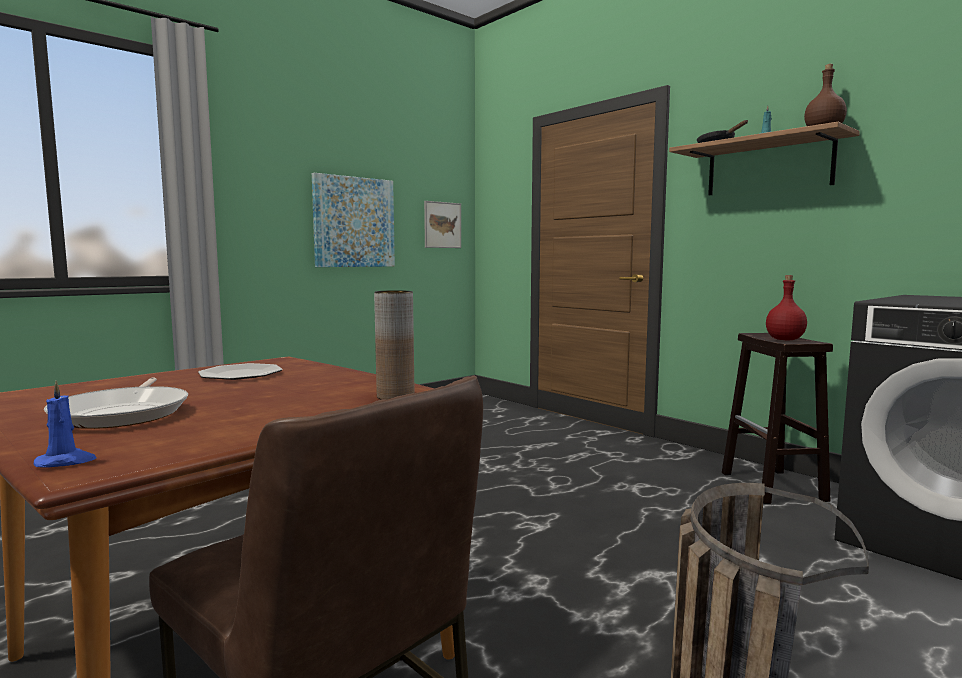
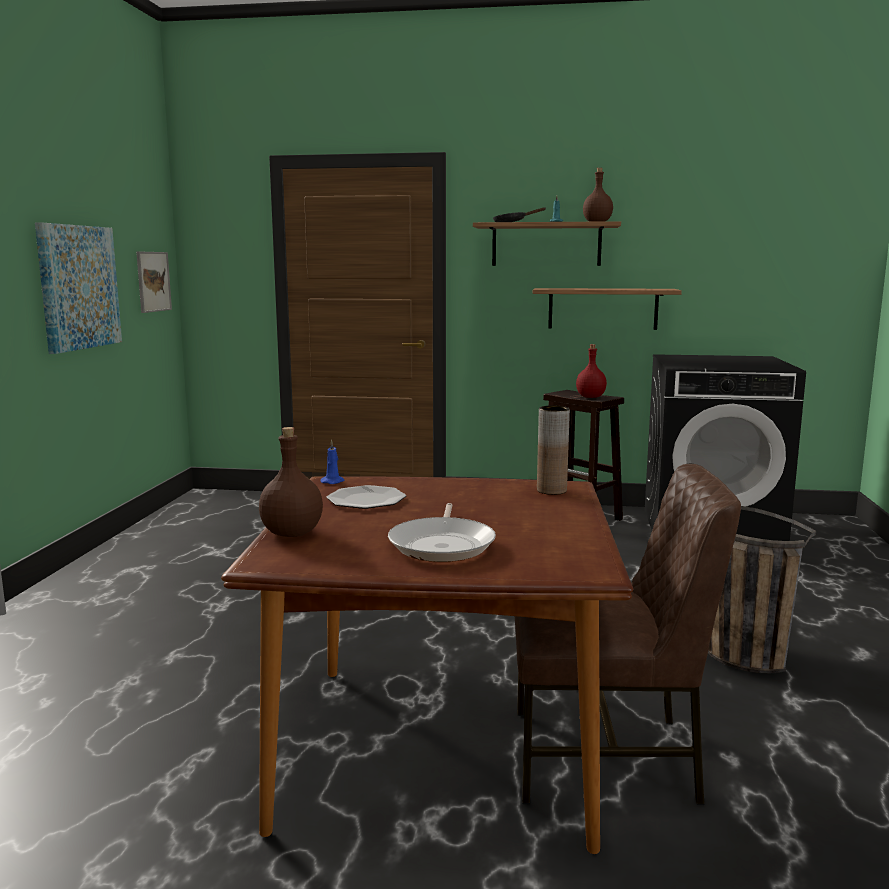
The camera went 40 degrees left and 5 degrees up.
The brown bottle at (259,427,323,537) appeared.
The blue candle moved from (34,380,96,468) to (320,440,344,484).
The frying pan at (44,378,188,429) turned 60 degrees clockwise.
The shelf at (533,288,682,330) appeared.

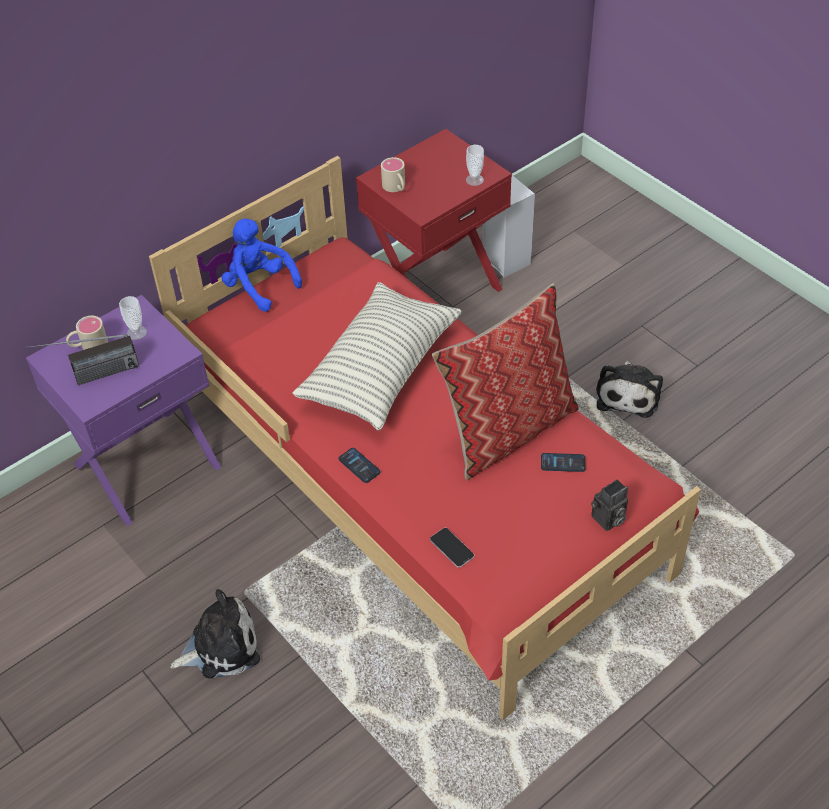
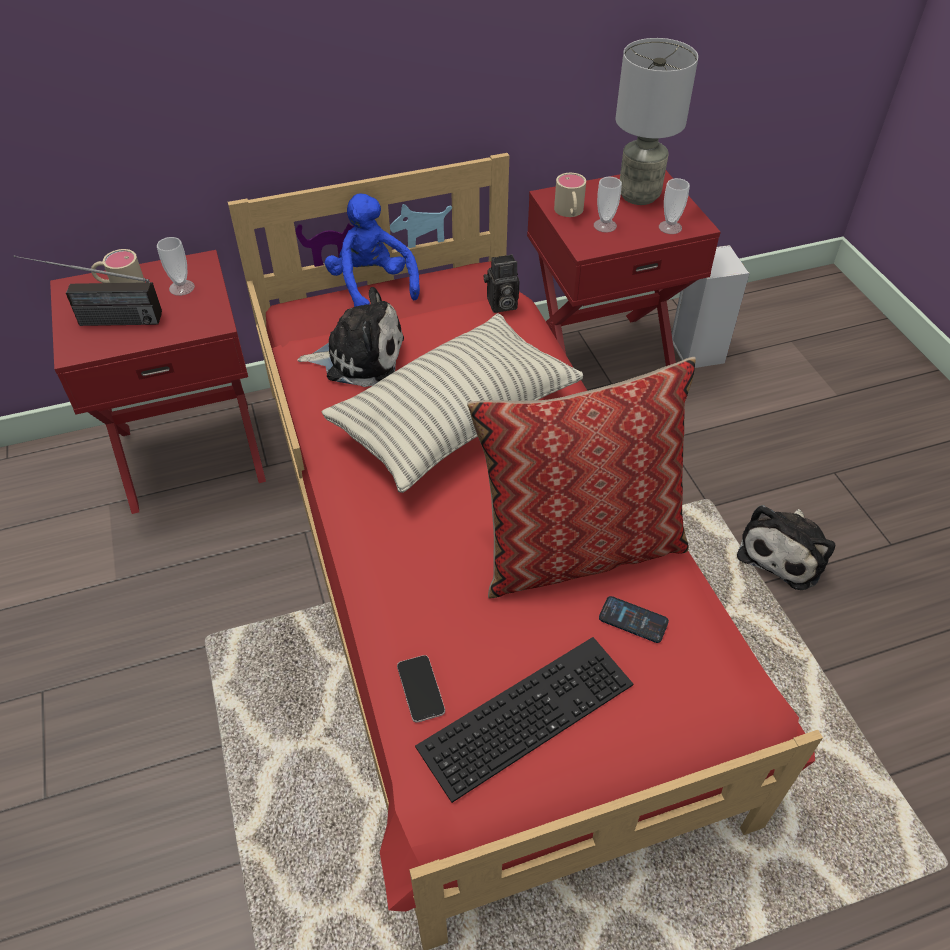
The camera went 20 degrees right and 0 degrees up.
The purple nightstand at (26,295,221,526) became the red nightstand at (50,250,266,514).
The plush toy moved from (170,589,260,678) to (297,287,404,387).
The keyboard at (415,637,633,803) appeared.
The photo camera moved from (591,479,628,531) to (484,254,519,313).
The cup at (594,177,622,232) appeared.
The grey table lamp at (616,38,698,205) appeared.
The phone at (338,448,380,483) disappeared.

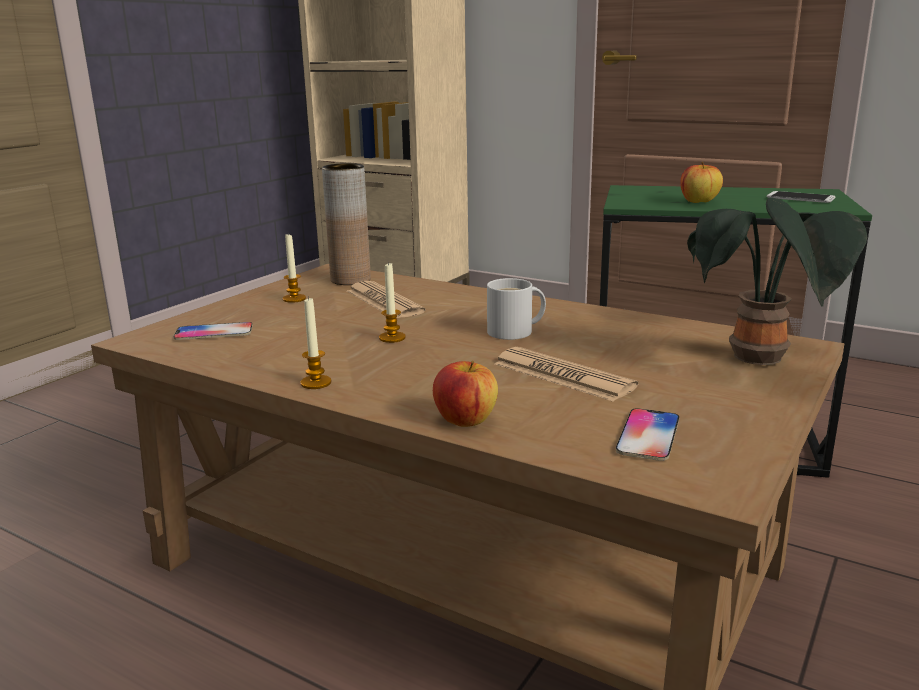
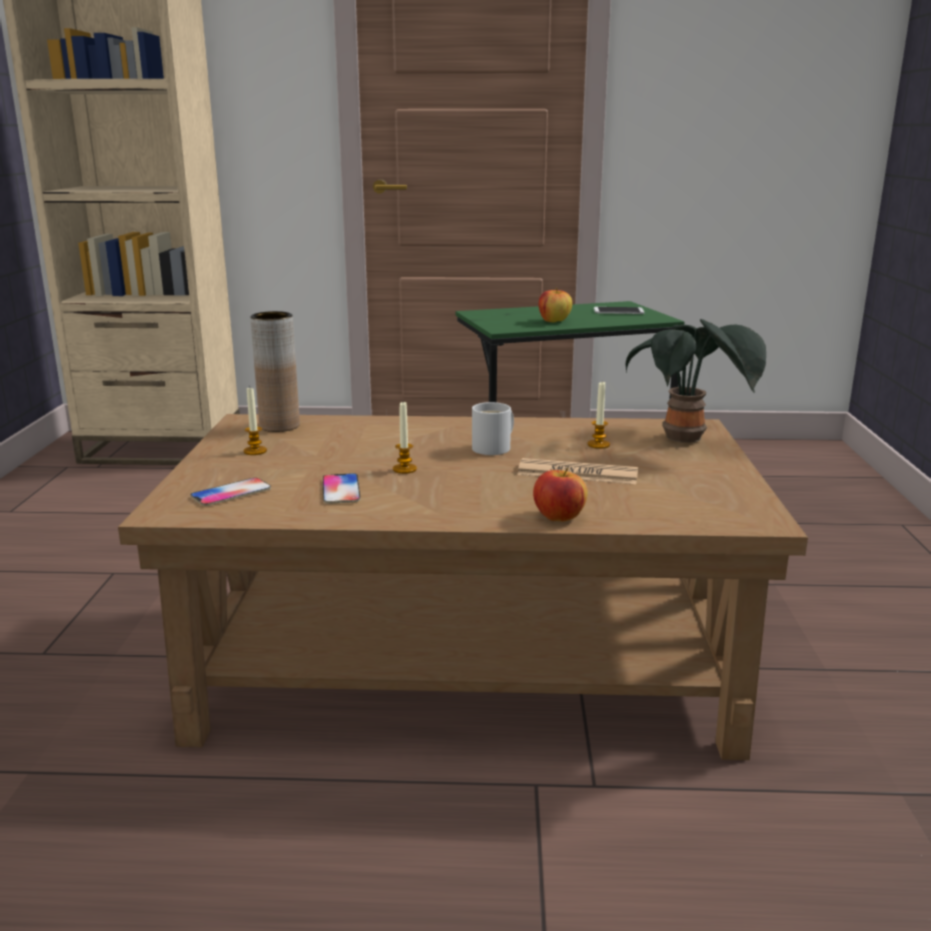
The camera went 30 degrees left and 0 degrees up.
The phone moved from (616,408,679,461) to (323,473,360,504).
The candle moved from (301,296,331,389) to (588,382,610,449).
The newspaper at (347,281,426,318) disappeared.

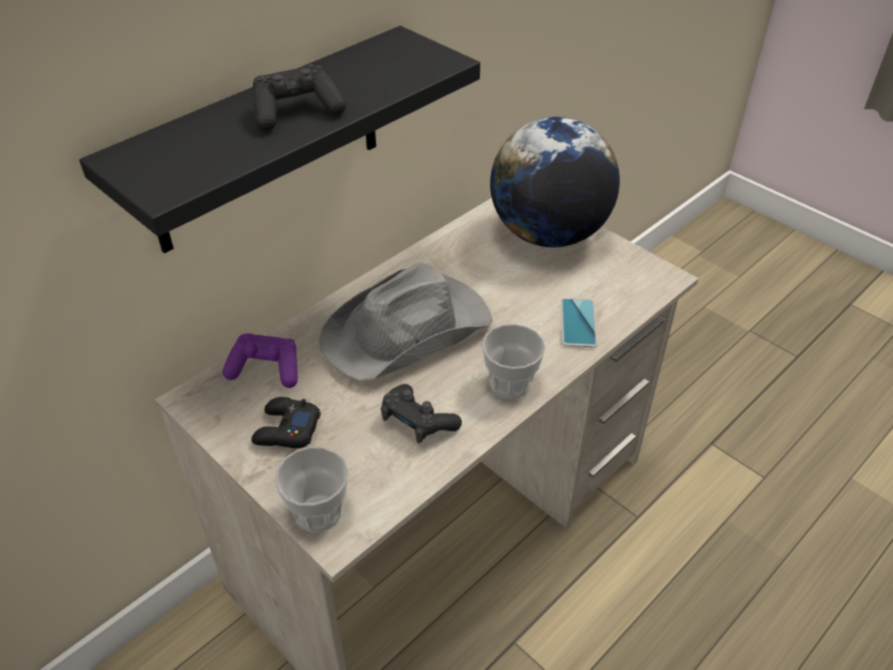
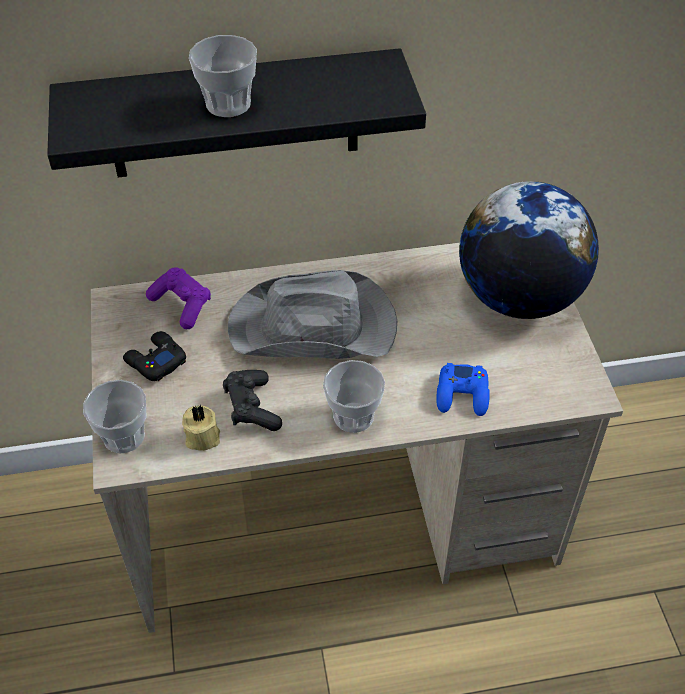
The camera went 35 degrees right and 5 degrees up.
The beige candle at (182,405,220,451) appeared.
The black game controller at (253,65,346,131) was replaced by the cup at (189,35,257,117).
The phone at (561,298,597,347) was replaced by the blue game controller at (436,363,490,416).

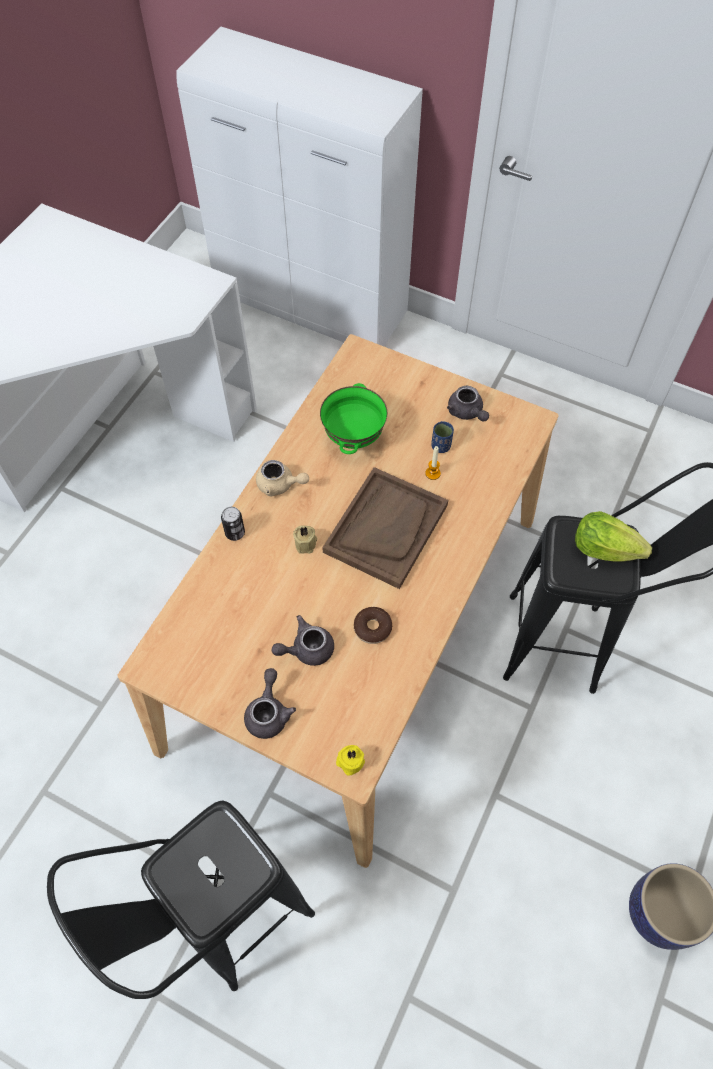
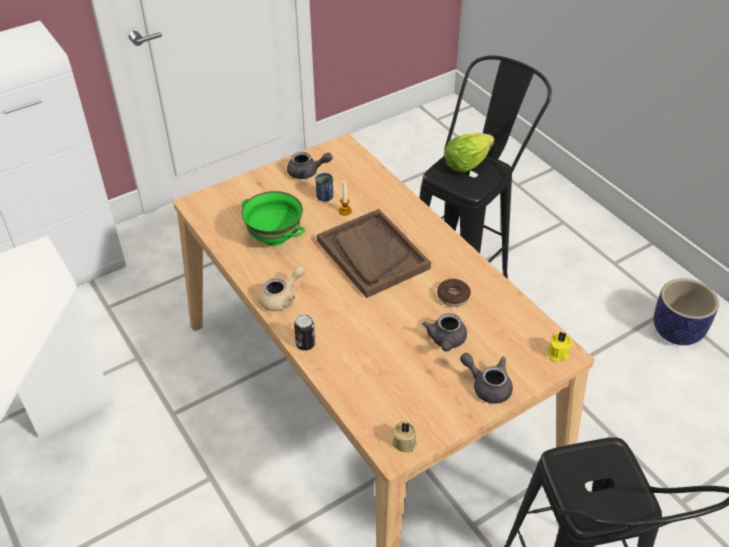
The camera went 60 degrees left and 15 degrees down.
The beige candle moved from (293,526,317,554) to (392,421,417,453).

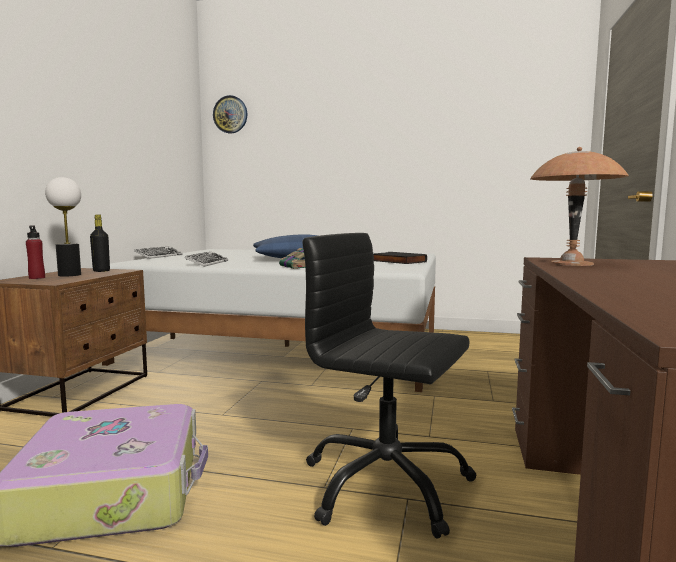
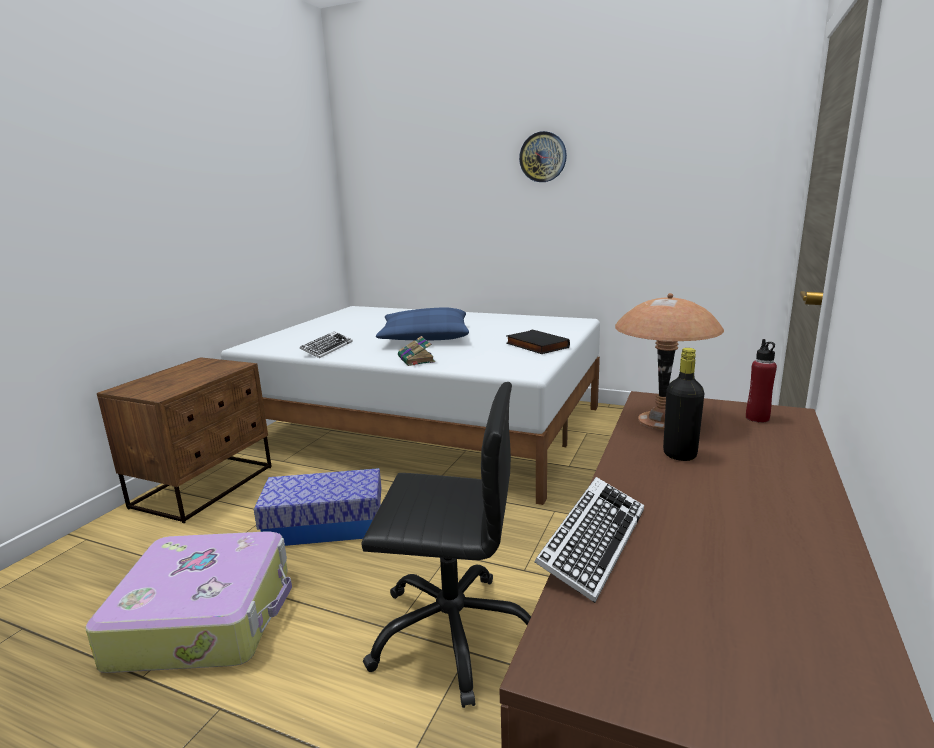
The camera went 10 degrees right and 10 degrees up.
The storage box at (254,468,381,546) appeared.
The black office chair at (302,233,476,539) turned 150 degrees clockwise.
The wall clock moved from (213,95,247,134) to (519,131,567,182).
The keyboard moved from (134,246,183,259) to (534,477,644,603).
The black bottle moved from (90,215,110,272) to (663,348,704,461).
The red bottle moved from (26,226,45,279) to (746,339,777,423).
The table lamp at (45,177,81,277) disappeared.

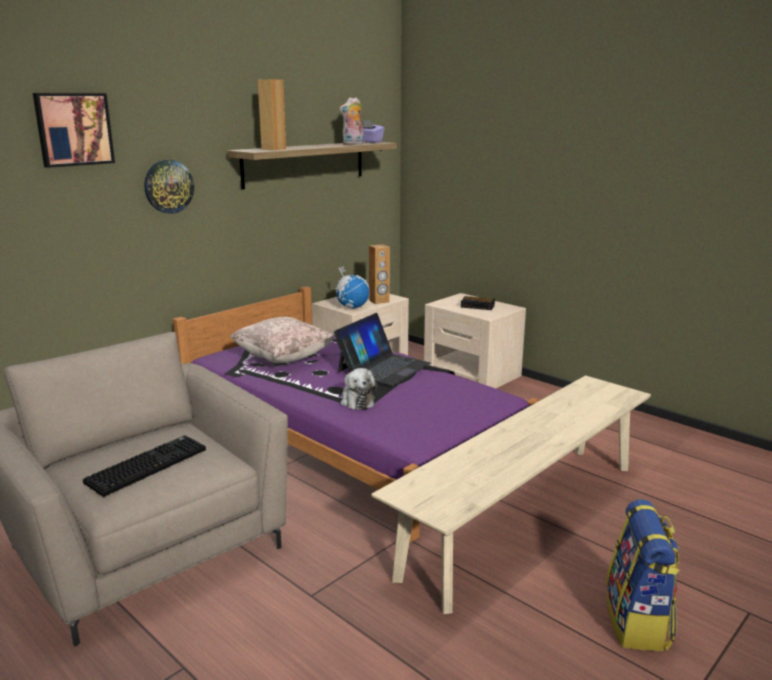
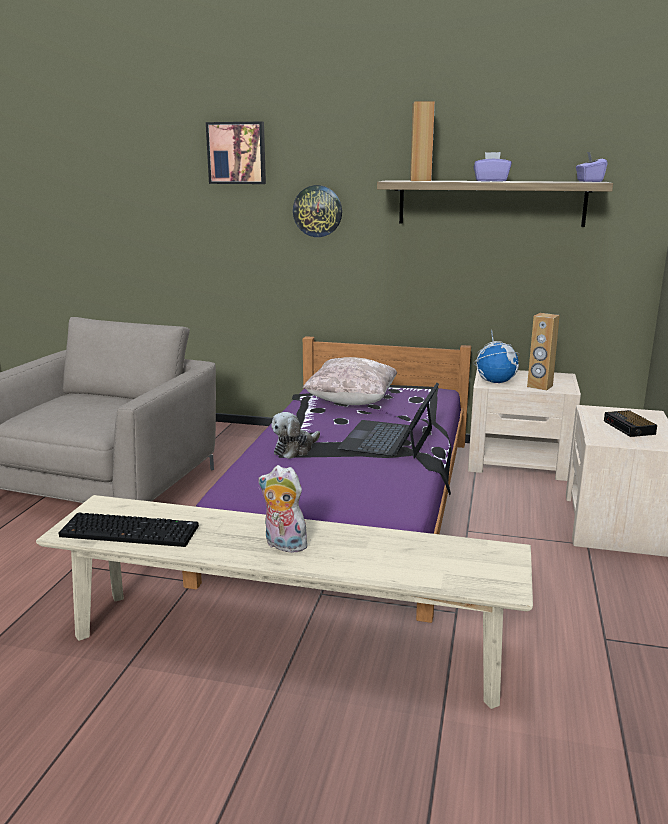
The camera went 60 degrees right and 0 degrees up.
The keyboard moved from (83,435,206,497) to (58,512,199,547).
The plush toy moved from (339,97,364,145) to (259,465,308,553).
The laptop at (334,313,431,386) turned 105 degrees clockwise.
The purple tissue box at (474,152,512,182) appeared.
The backpack at (606,499,680,652) disappeared.

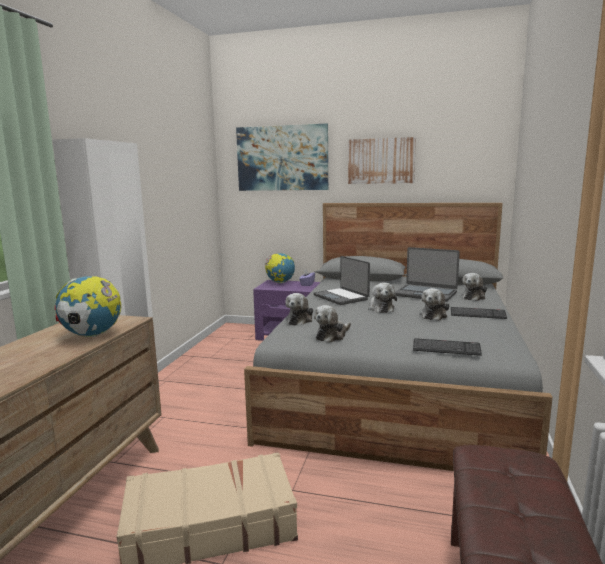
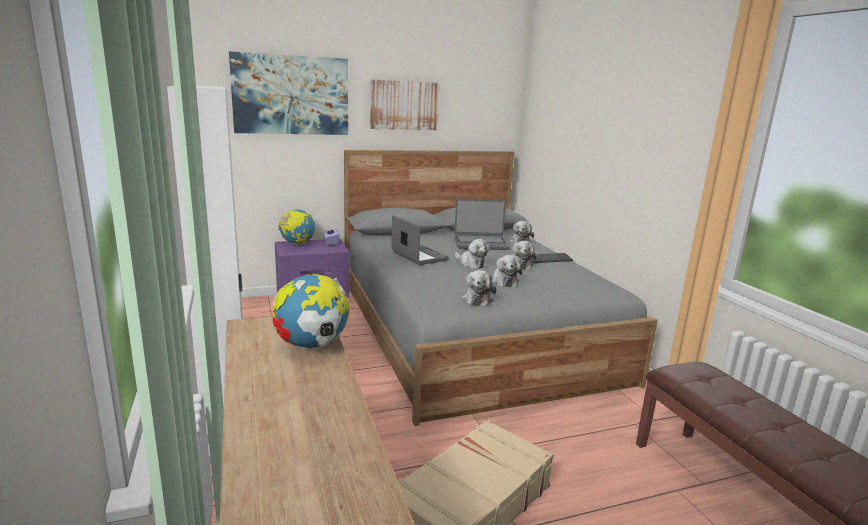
The camera went 35 degrees left and 5 degrees up.
The laptop at (314,256,370,305) turned 150 degrees counterclockwise.
The plush toy moved from (285,293,313,326) to (492,255,522,287).
The keyboard at (413,338,482,356) disappeared.

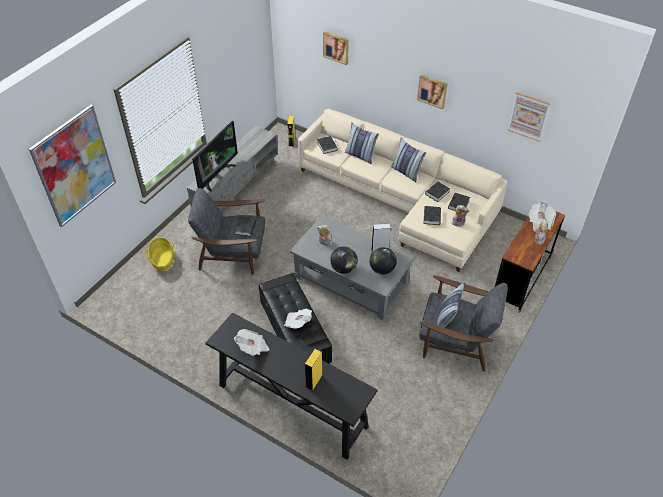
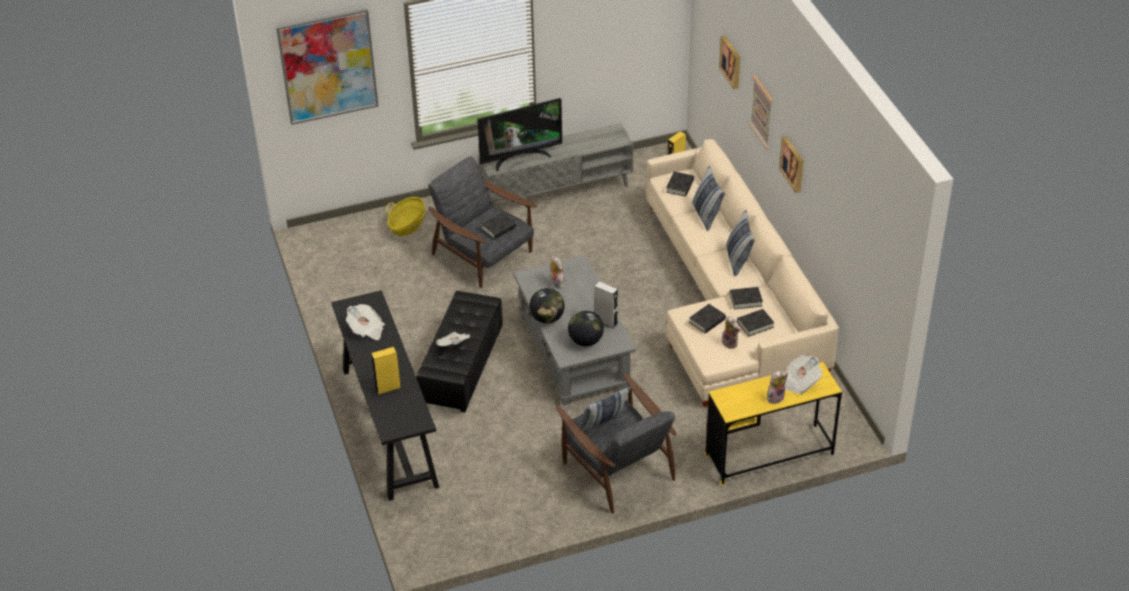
The camera went 40 degrees right and 5 degrees down.
The brown desk at (495,212,565,313) became the yellow desk at (704,362,842,485).
The picture moved from (508,92,551,142) to (749,75,774,150).

